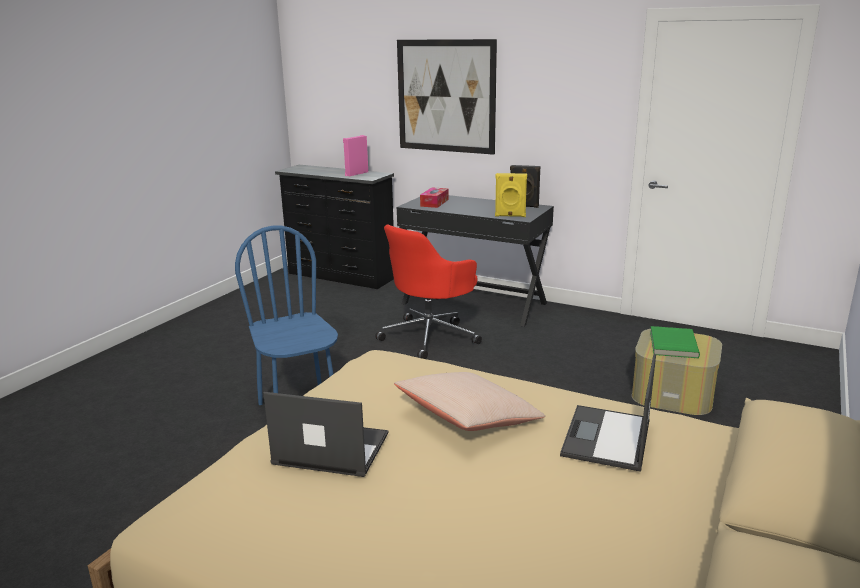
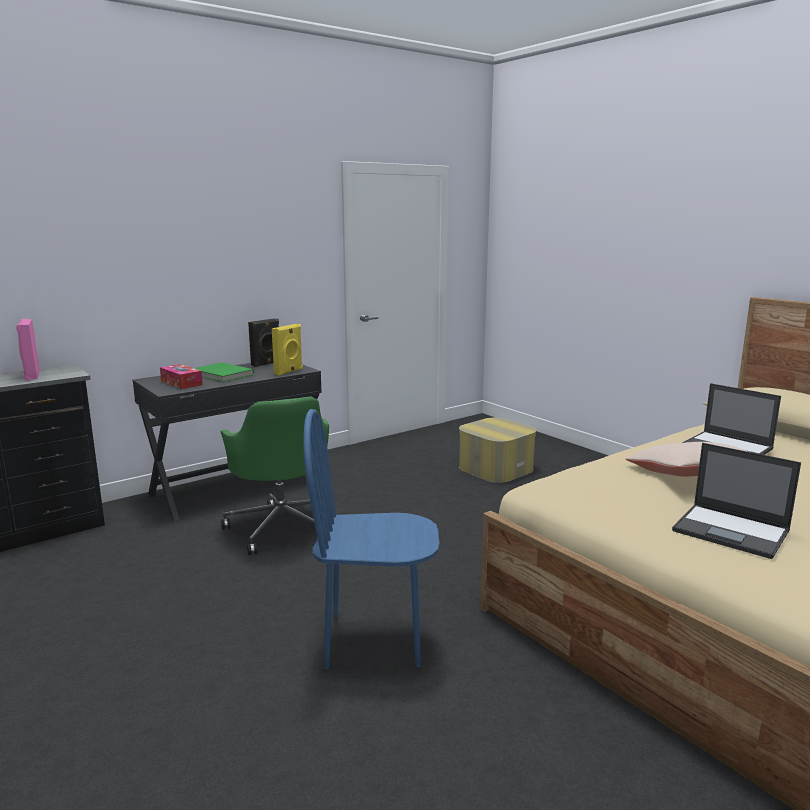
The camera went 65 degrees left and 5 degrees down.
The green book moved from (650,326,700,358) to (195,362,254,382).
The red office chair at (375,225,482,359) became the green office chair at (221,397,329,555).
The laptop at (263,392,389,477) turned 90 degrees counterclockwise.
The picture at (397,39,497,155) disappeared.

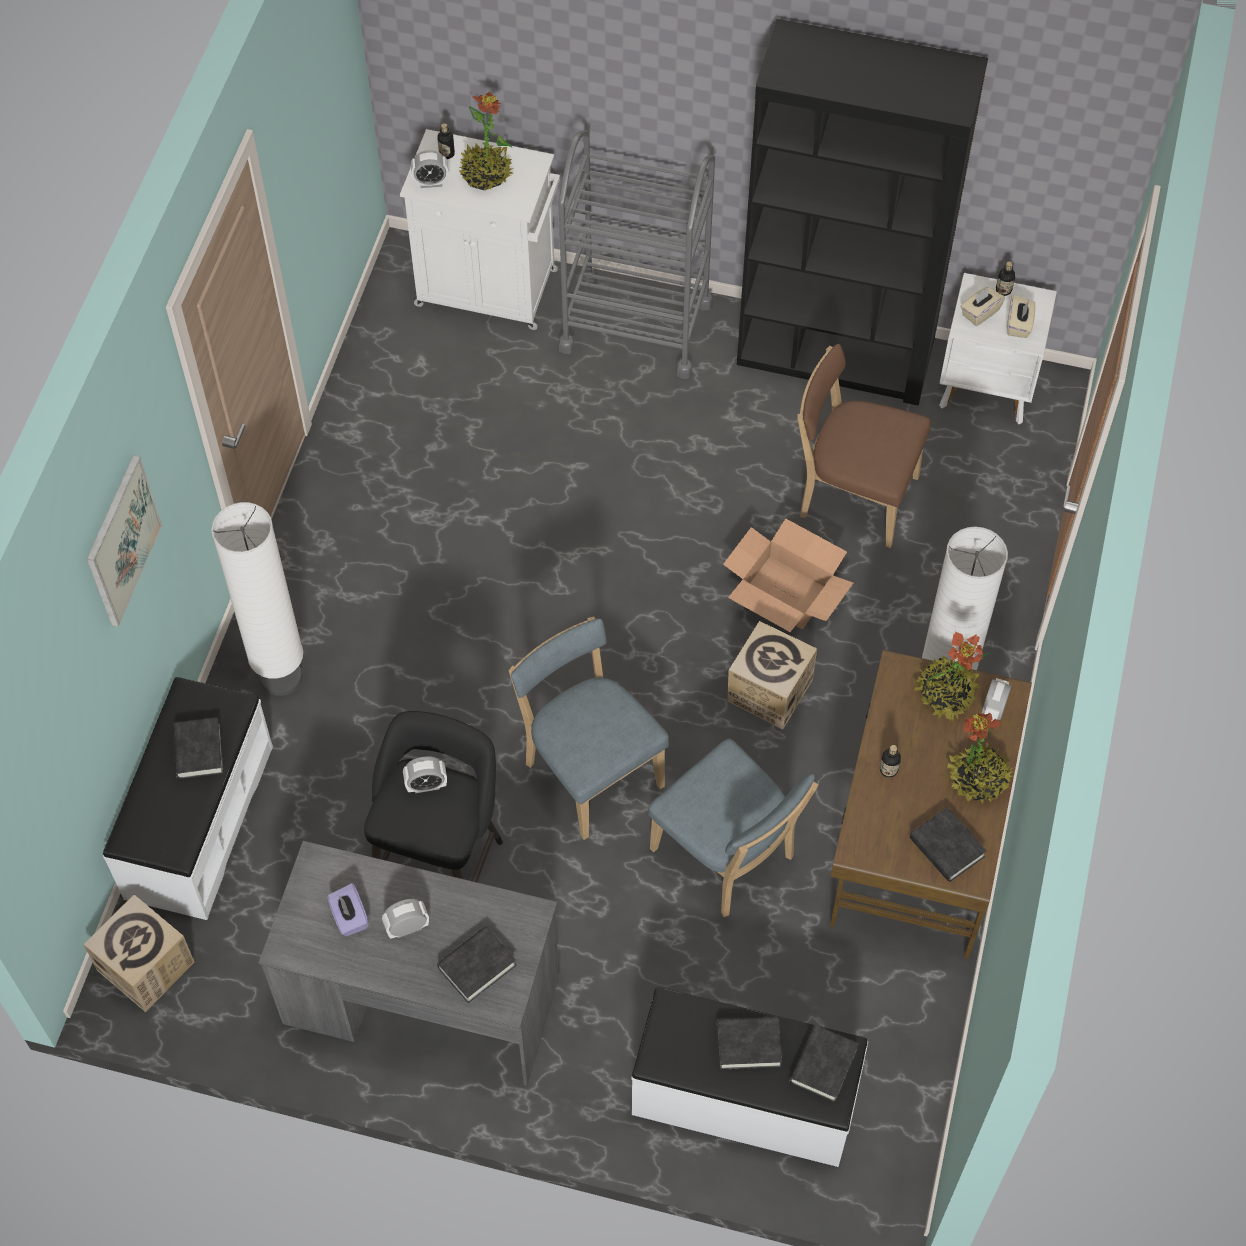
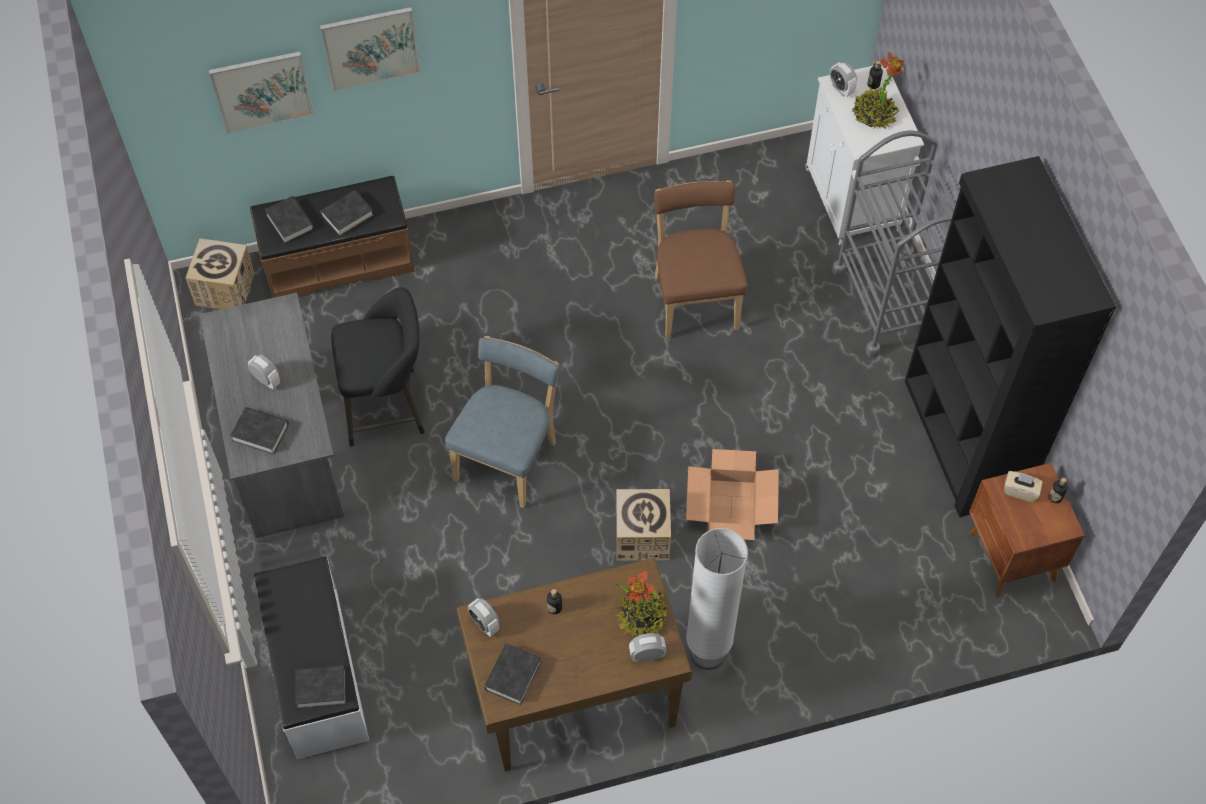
The camera went 60 degrees right and 0 degrees up.
The picture at (209,51,314,133) appeared.
The white bench at (103,677,273,920) became the brown bench at (250,176,415,298).
The black book moved from (717,1016,782,1070) to (265,196,314,243).
The alarm clock moved from (403,757,447,793) to (468,598,500,637).
The brown chair moved from (797,344,931,548) to (654,180,748,339).
The white nightstand at (939,273,1057,424) became the brown nightstand at (969,463,1085,597).
The white floor lamp at (211,502,303,696) disappeared.
The purple tissue box at (328,883,369,936) disappeared.
The blue chair at (648,739,818,917) disappeared.
The potted plant at (947,713,1013,804) disappeared.
The beige tissue box at (1007,295,1036,338) disappeared.

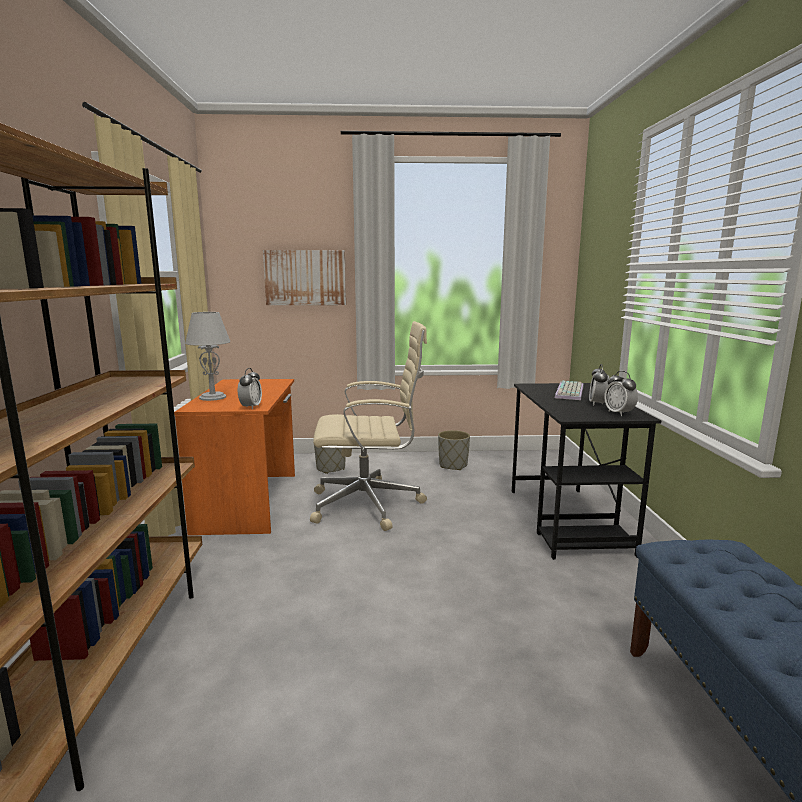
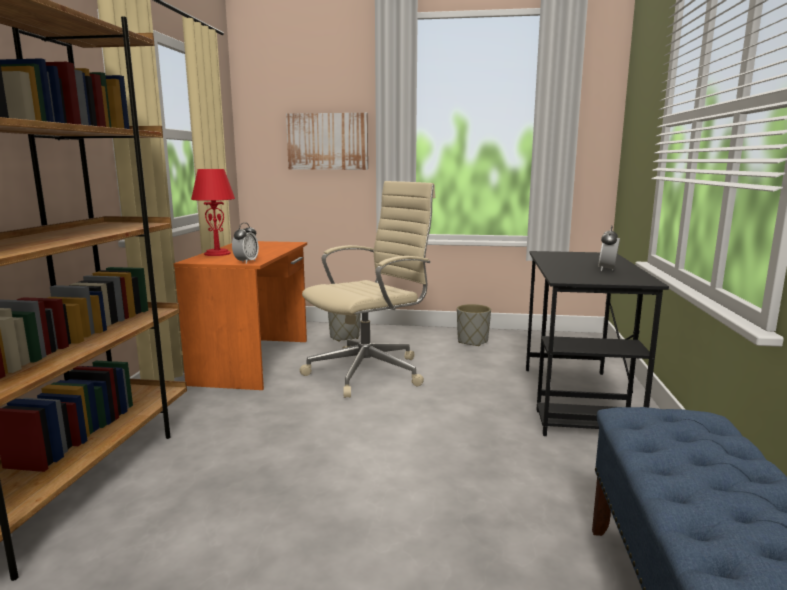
The camera went 10 degrees right and 0 degrees up.
The grey table lamp at (185,312,231,401) became the red table lamp at (191,169,235,256).
The beige office chair at (310,321,427,531) turned 45 degrees counterclockwise.
The keyboard at (555,381,584,400) disappeared.
The alarm clock at (604,371,638,416) disappeared.

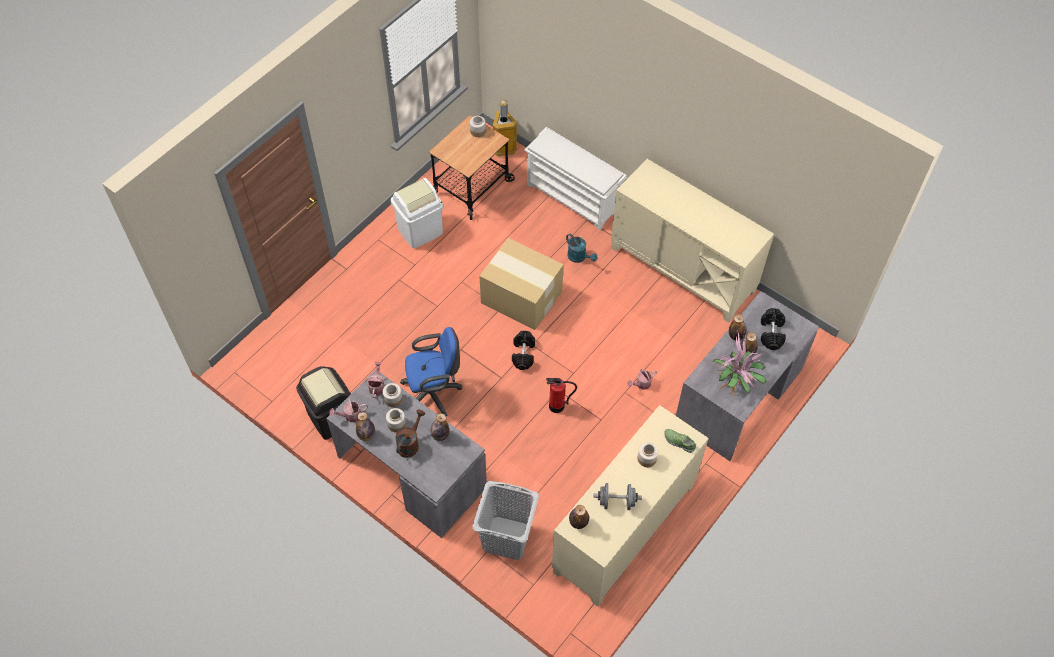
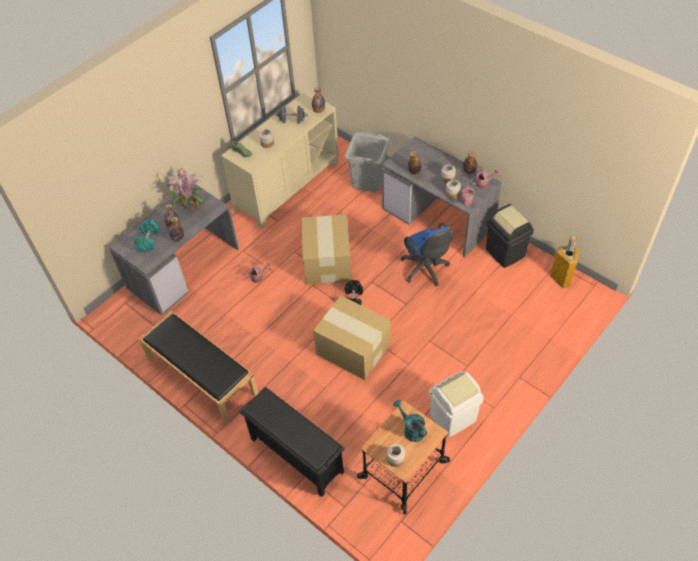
The camera went 175 degrees left and 5 degrees down.
The black dumbbell at (761,308,786,350) became the turquoise dumbbell at (134,220,160,252).
The beige cabinet at (611,159,774,323) was replaced by the black bench at (139,311,258,424).
The white shoe rack at (524,127,627,230) became the black shoe rack at (239,387,345,497).
The fire extinguisher at (546,378,577,413) was replaced by the cardboard box at (301,214,352,284).
The turquoise watering can moved from (566,234,597,263) to (393,400,427,442).
The blue office chair at (400,327,462,416) turned 105 degrees counterclockwise.
The trash can moved from (493,99,517,156) to (550,235,579,288).
The brown watering can at (395,410,425,458) disappeared.

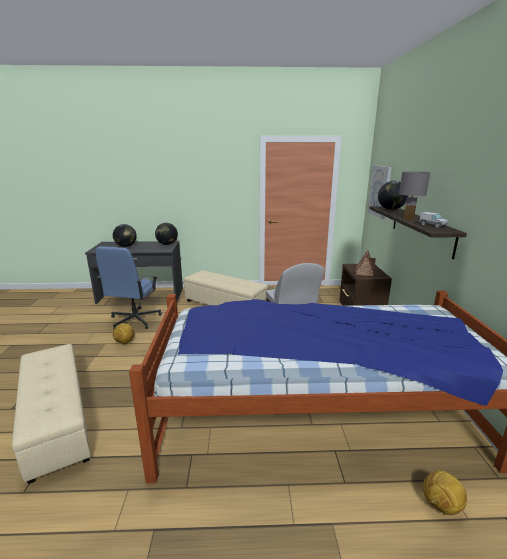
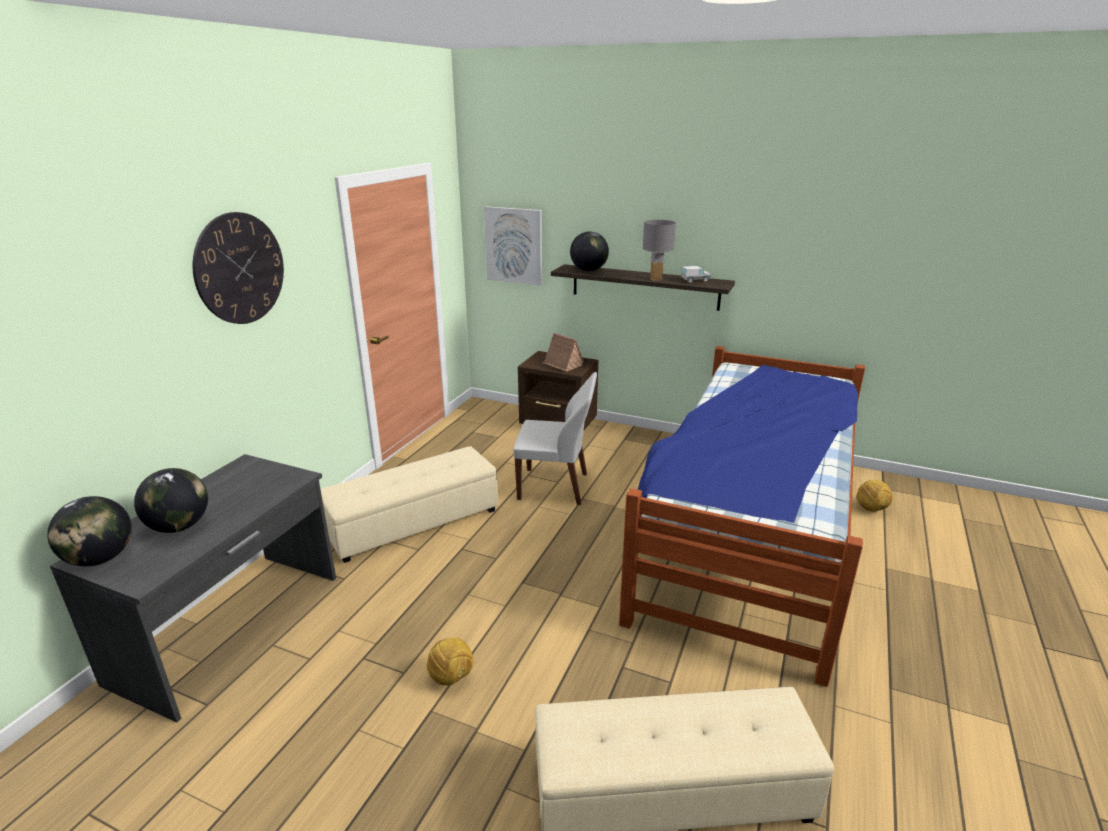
The camera went 65 degrees left and 5 degrees up.
The globe moved from (155,223,178,245) to (47,496,132,566).
The wall clock at (193,212,284,324) appeared.
The blue office chair at (95,246,162,330) disappeared.

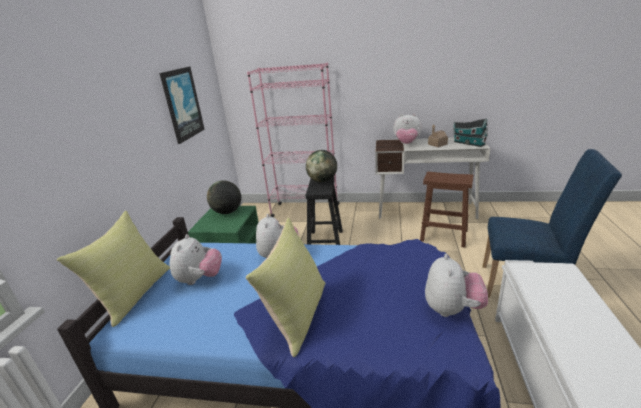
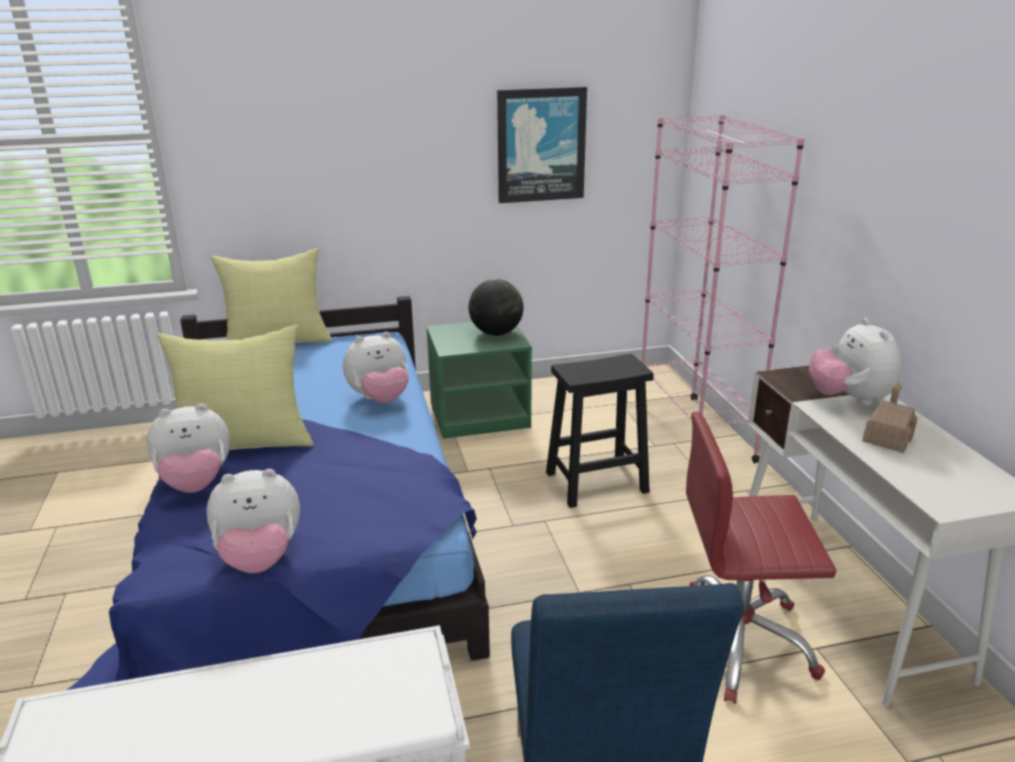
The camera went 65 degrees right and 0 degrees up.
The plush toy moved from (170,234,222,285) to (147,404,230,493).
The brown stool at (420,172,473,248) was replaced by the red office chair at (686,411,836,704).
The globe at (306,150,337,182) disappeared.
The toy house at (453,118,488,147) disappeared.

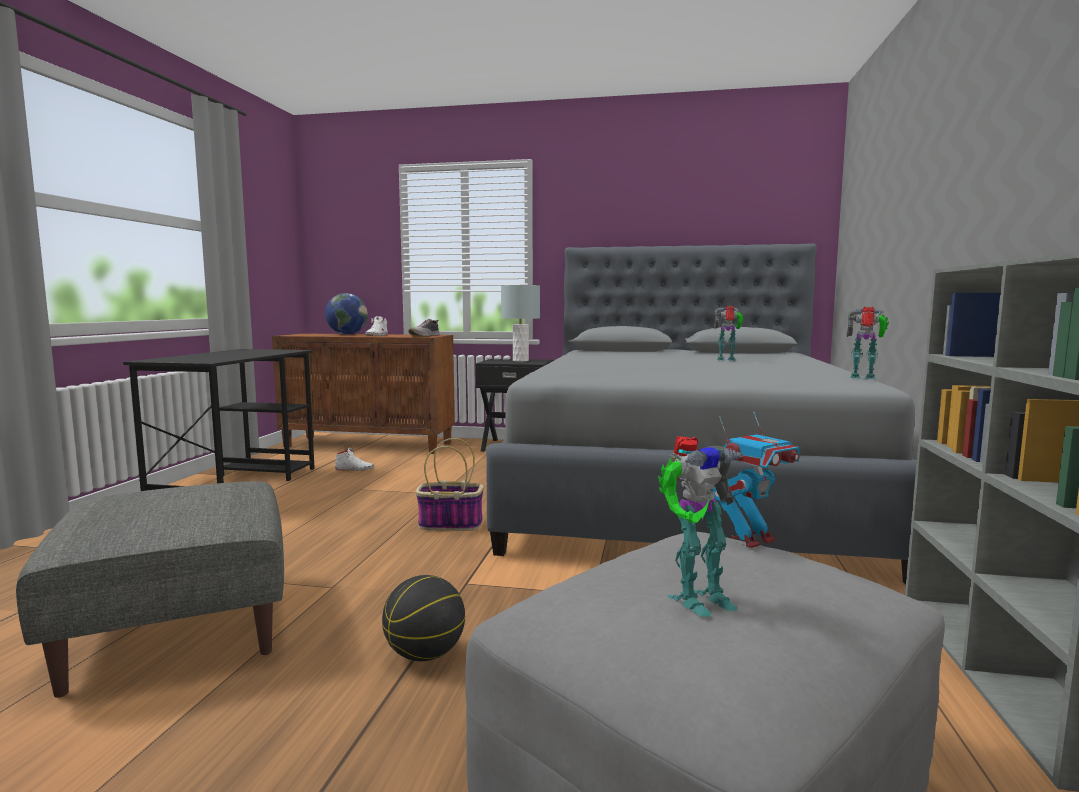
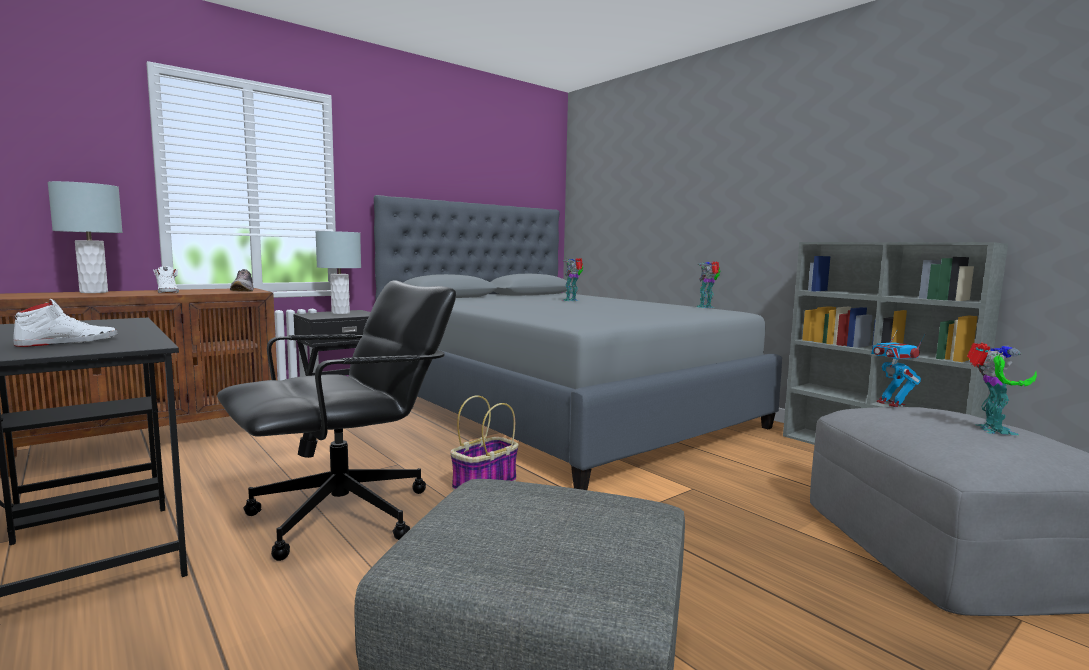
The camera went 50 degrees left and 0 degrees up.
The white shoe moved from (335,448,374,471) to (13,299,118,347).
The globe at (325,293,368,334) was replaced by the grey table lamp at (48,181,123,293).
The black office chair at (217,280,456,561) appeared.
The toy robot at (712,412,800,548) turned 150 degrees clockwise.
The basketball at (382,575,465,661) disappeared.

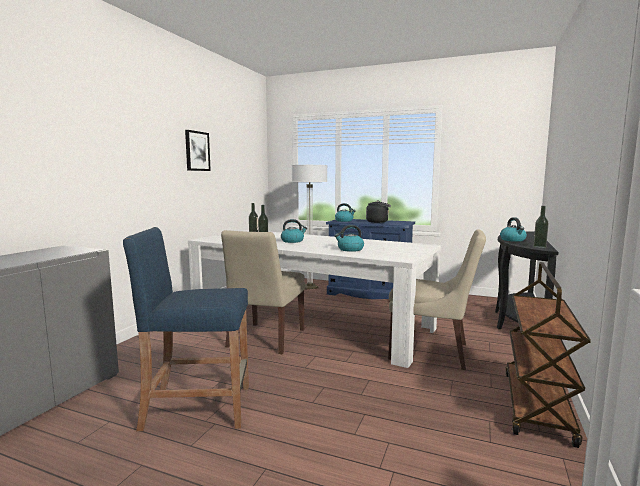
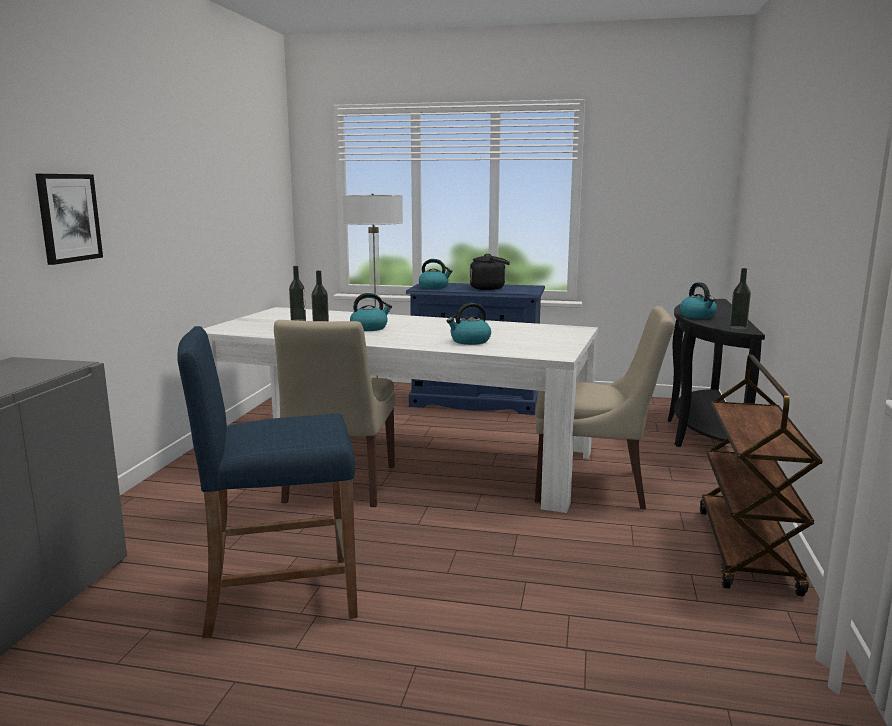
The camera went 10 degrees left and 5 degrees up.
The picture moved from (185,130,211,171) to (36,174,103,265).

